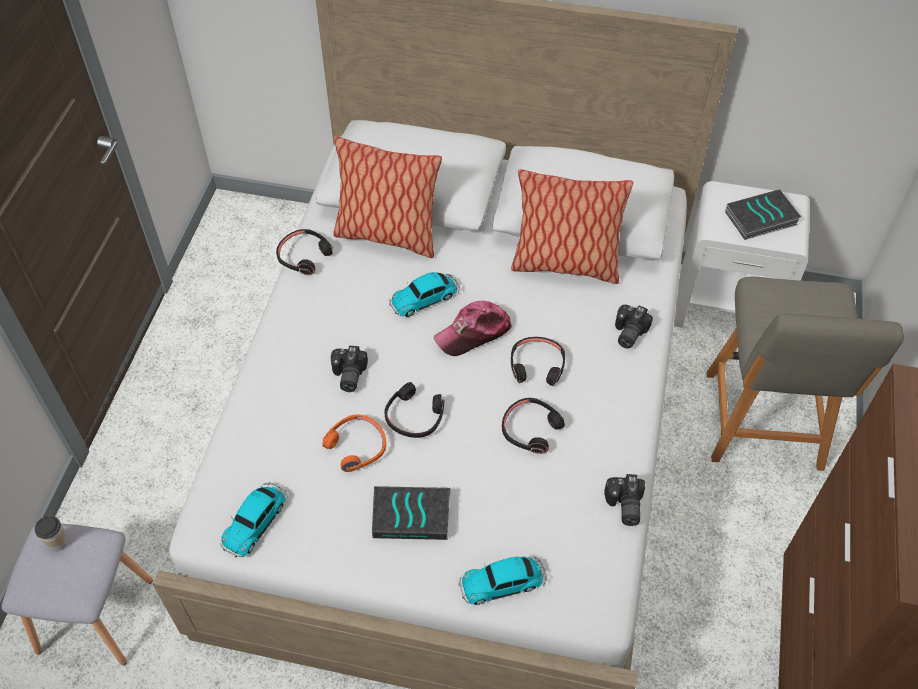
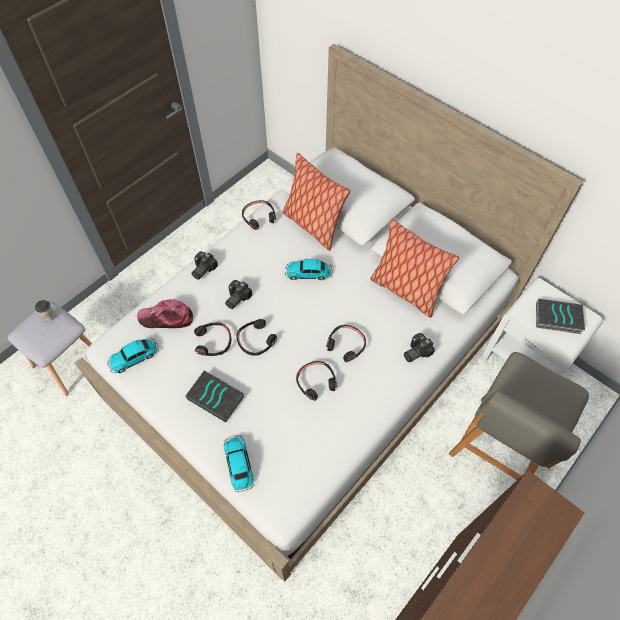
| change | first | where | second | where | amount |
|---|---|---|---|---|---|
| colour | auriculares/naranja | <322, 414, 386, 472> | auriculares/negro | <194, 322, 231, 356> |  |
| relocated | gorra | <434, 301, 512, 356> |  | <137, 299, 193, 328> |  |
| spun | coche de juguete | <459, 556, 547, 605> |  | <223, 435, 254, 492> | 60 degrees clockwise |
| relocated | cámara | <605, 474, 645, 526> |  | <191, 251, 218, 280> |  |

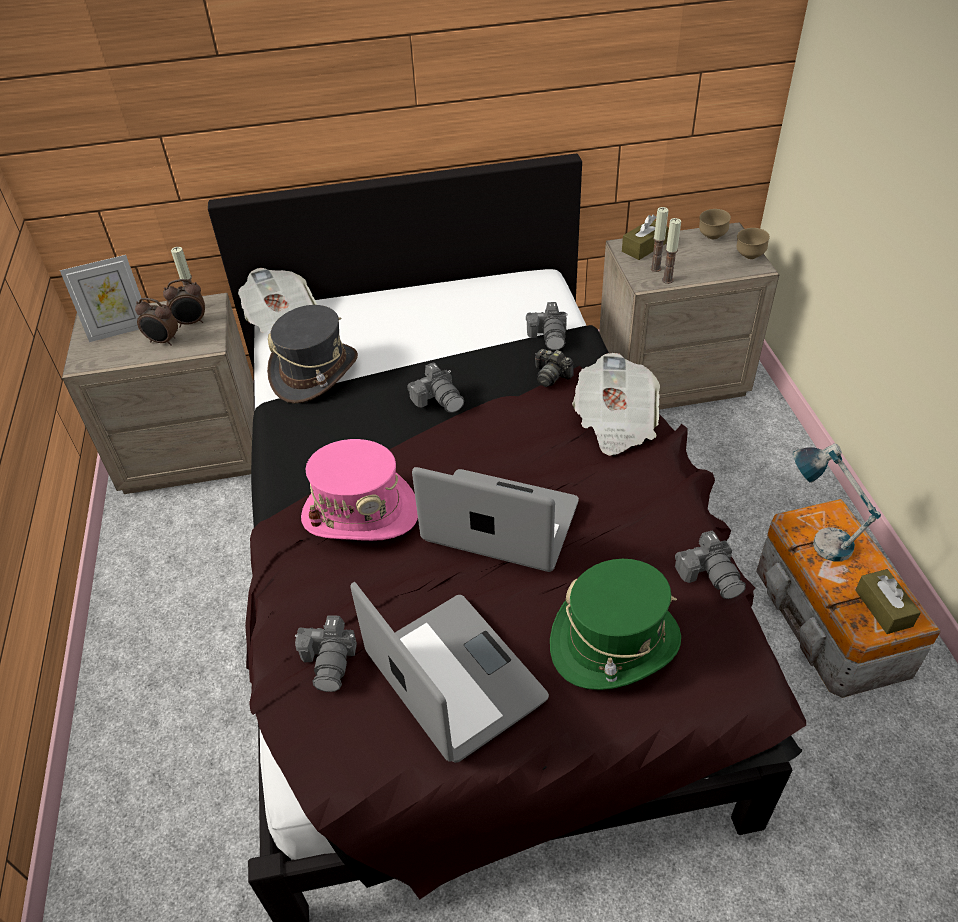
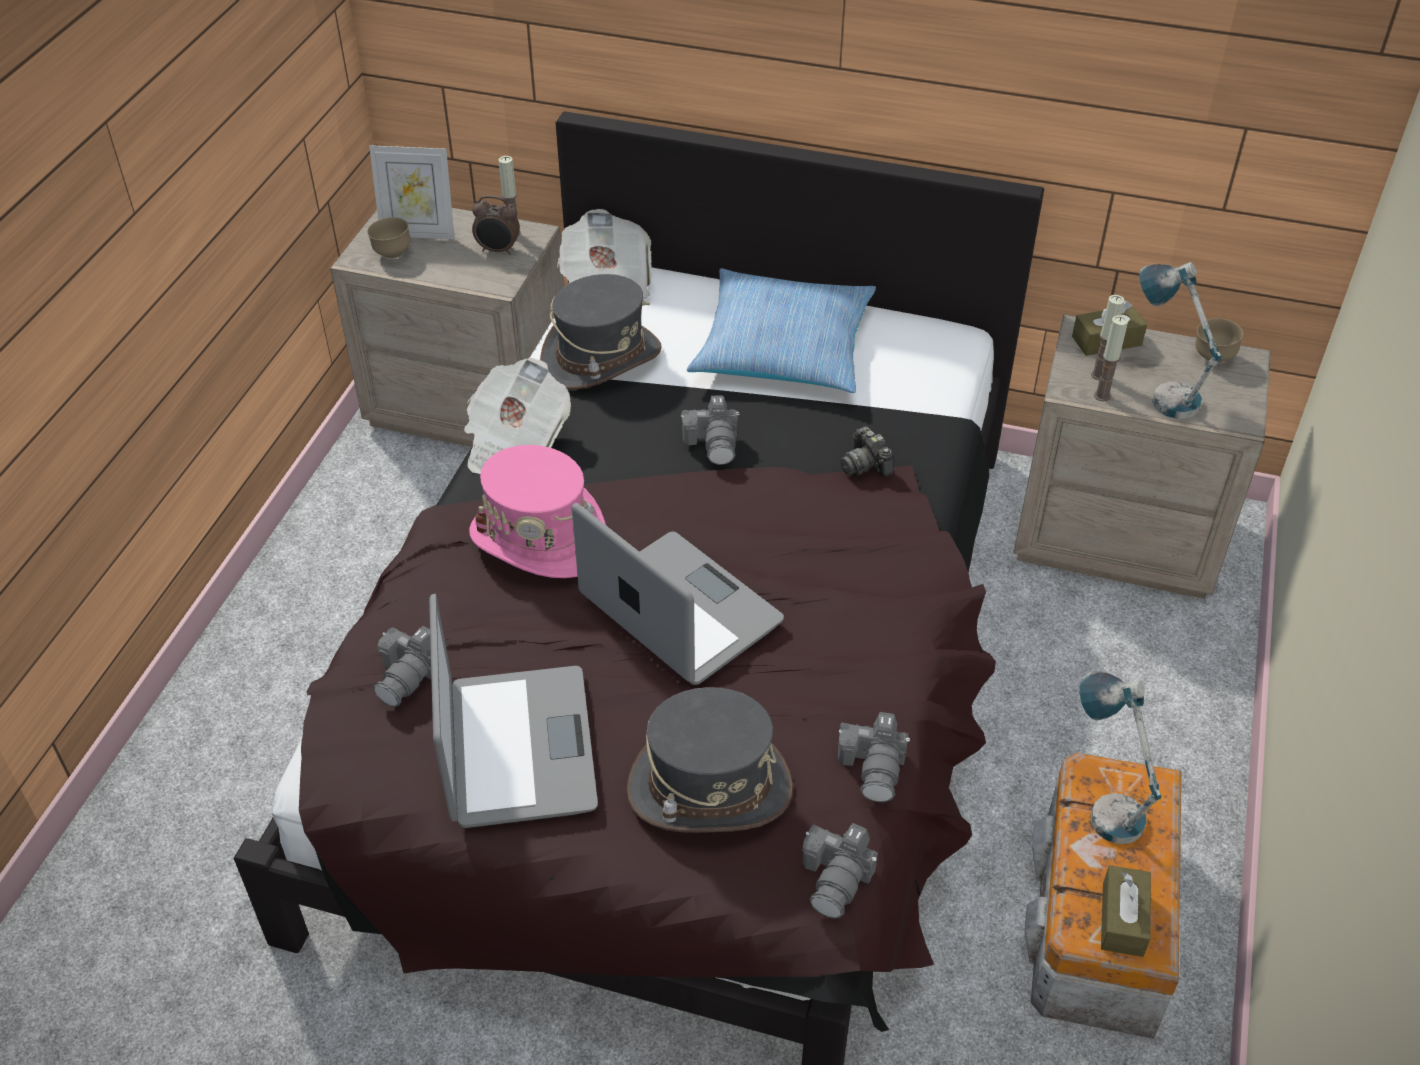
| change | first | where | second | where | amount |
|---|---|---|---|---|---|
| missing | despertador | <135, 298, 178, 346> |  |  |  |
| relocated | cámara | <526, 302, 568, 350> |  | <802, 823, 878, 918> |  |
| colour | sombrero/verde | <550, 559, 681, 690> | sombrero/gris | <626, 687, 793, 833> |  |
| relocated | periódico | <572, 353, 660, 456> |  | <464, 358, 571, 474> |  |
| relocated | cuenco/marrón | <737, 228, 770, 259> |  | <367, 217, 411, 258> |  |
| appeared |  |  | cojín | <687, 268, 876, 393> |  |
| appeared |  |  | lámpara de mesa | <1139, 262, 1221, 419> |  |

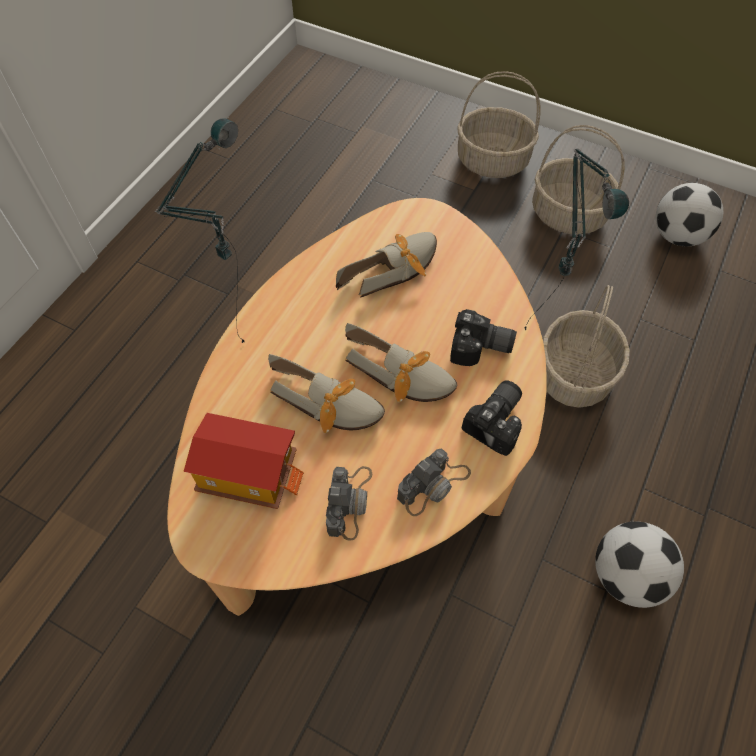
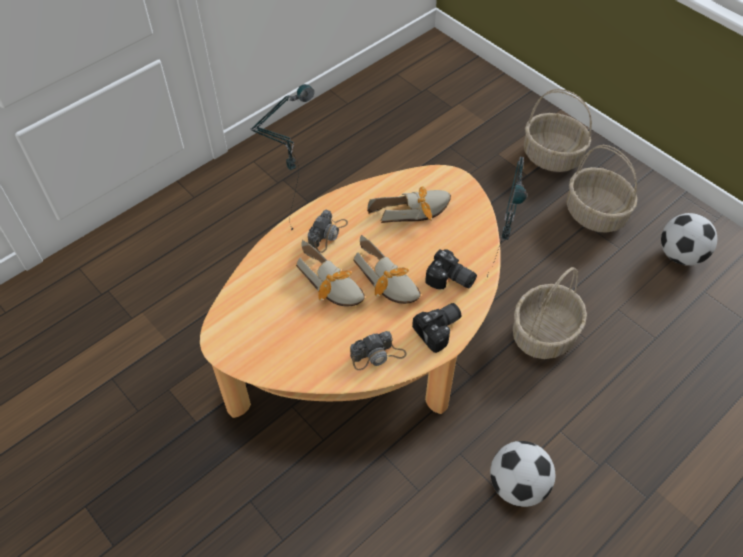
| change | first | where | second | where | amount |
|---|---|---|---|---|---|
| missing | casita | <183, 413, 304, 509> |  |  |  |
| relocated | cámara | <326, 466, 372, 541> |  | <308, 210, 348, 253> |  |

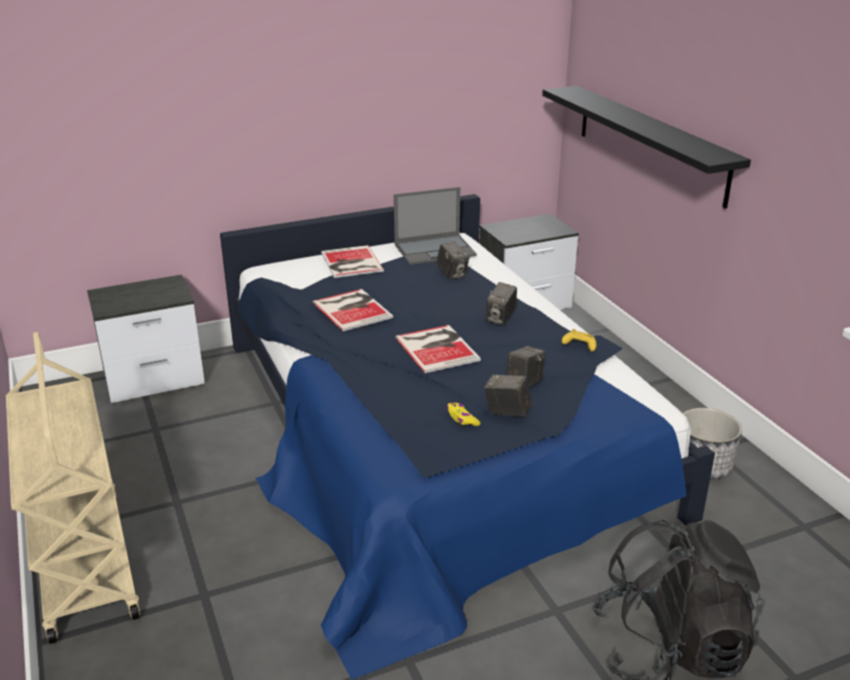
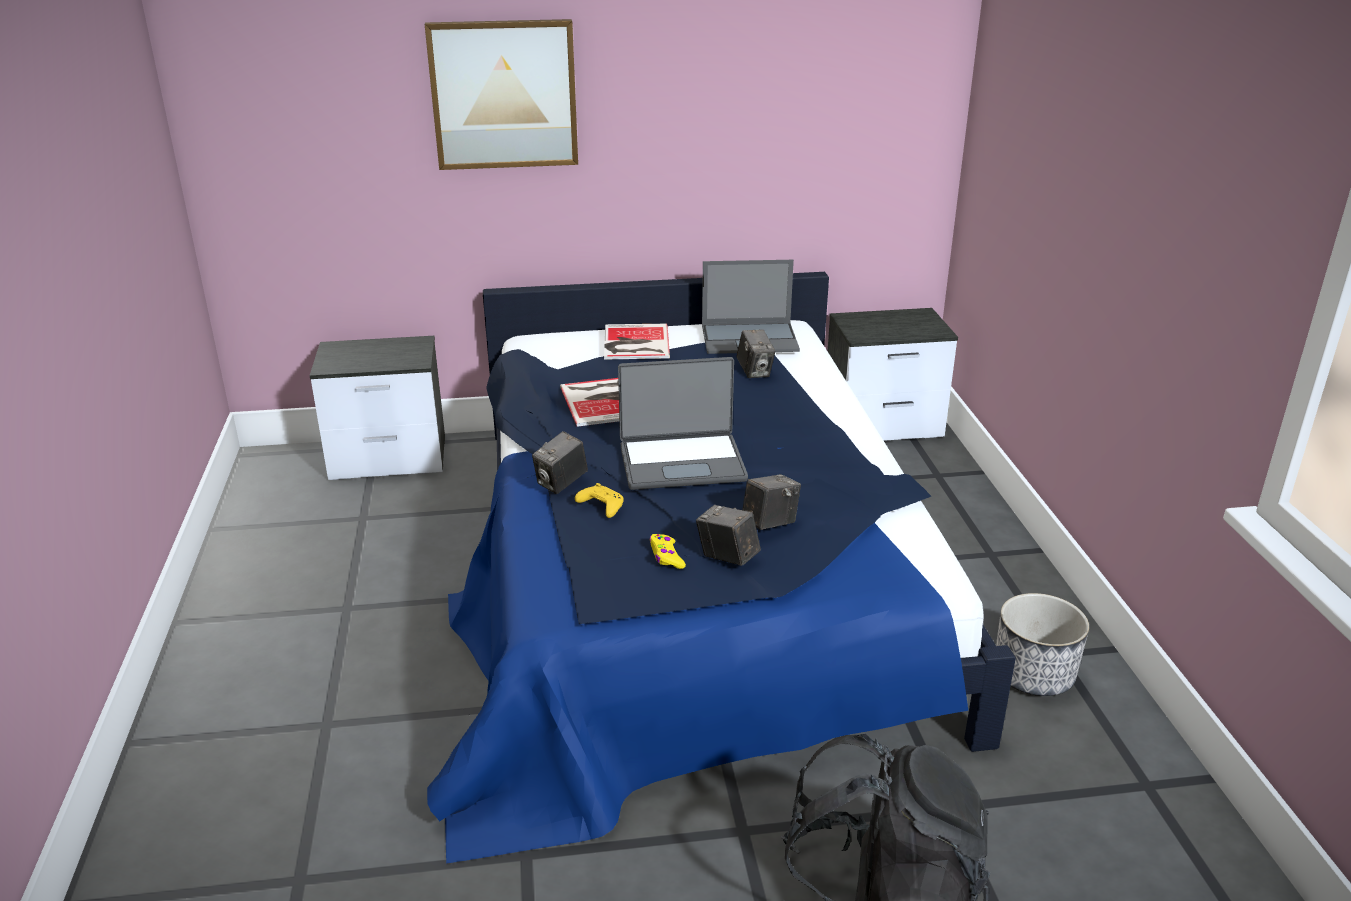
| change | first | where | second | where | amount |
|---|---|---|---|---|---|
| missing | carrito/beis | <6, 332, 140, 644> |  |  |  |
| exchanged | libro | <395, 325, 481, 373> | portátil | <618, 357, 748, 490> |  |
| relocated | cámara | <486, 282, 517, 326> |  | <532, 431, 588, 494> |  |
| missing | estante/negro | <542, 86, 751, 209> |  |  |  |
| relocated | mando de consola/amarillo | <562, 329, 596, 351> |  | <575, 483, 624, 518> |  |
| appeared |  |  | cuadro | <425, 19, 578, 170> |  |

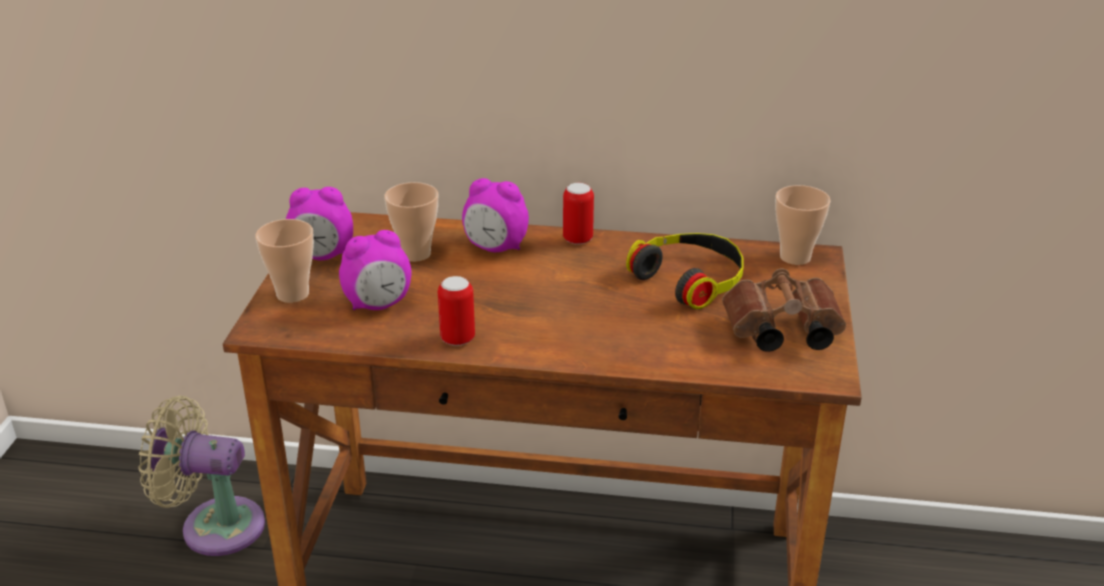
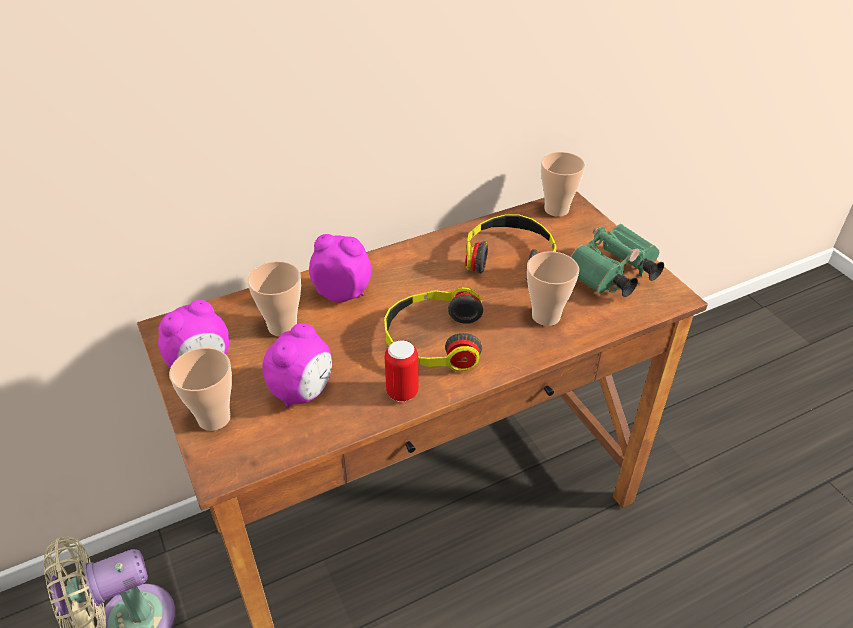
| change | first | where | second | where | amount |
|---|---|---|---|---|---|
| spun | despertador | <462, 178, 529, 252> |  | <309, 234, 372, 303> | 150 degrees counterclockwise |
| missing | lata | <563, 183, 594, 245> |  |  |  |
| colour | prismáticos/marrón | <722, 268, 846, 352> | prismáticos/verde | <570, 224, 664, 297> |  |
| appeared |  |  | auriculares | <384, 287, 483, 372> |  |
| appeared |  |  | taza | <527, 251, 579, 326> |  |

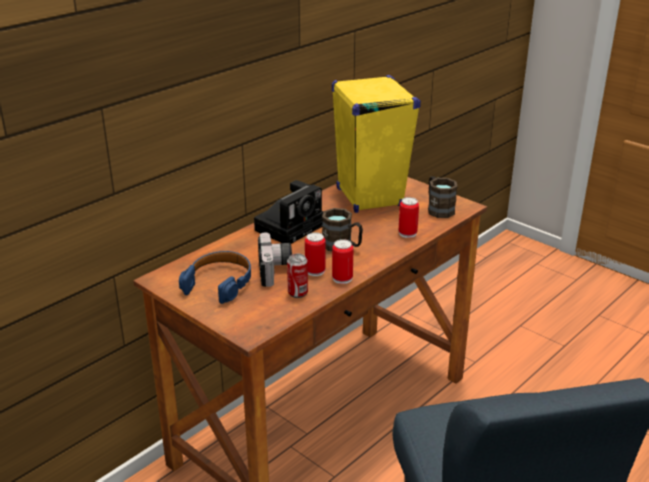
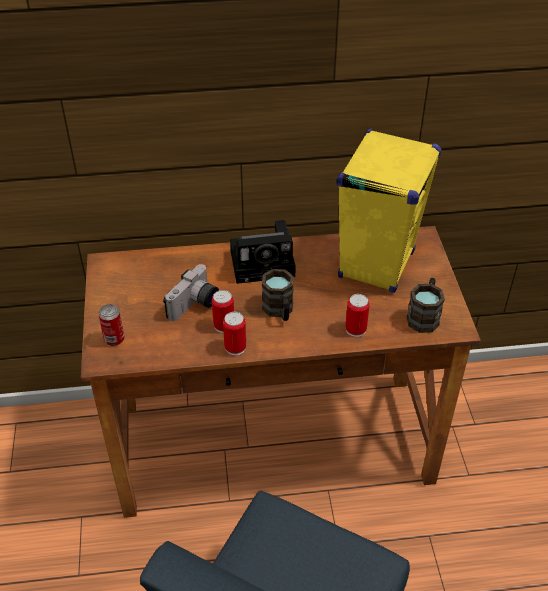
| change | first | where | second | where | amount |
|---|---|---|---|---|---|
| missing | auriculares/azul | <179, 251, 251, 304> |  |  |  |
| relocated | lata | <287, 253, 308, 298> |  | <98, 304, 124, 346> |  |

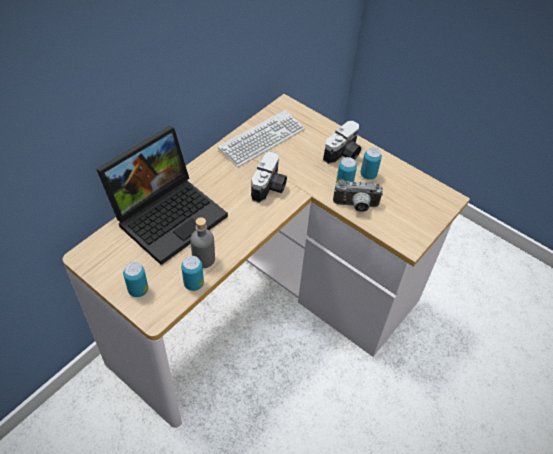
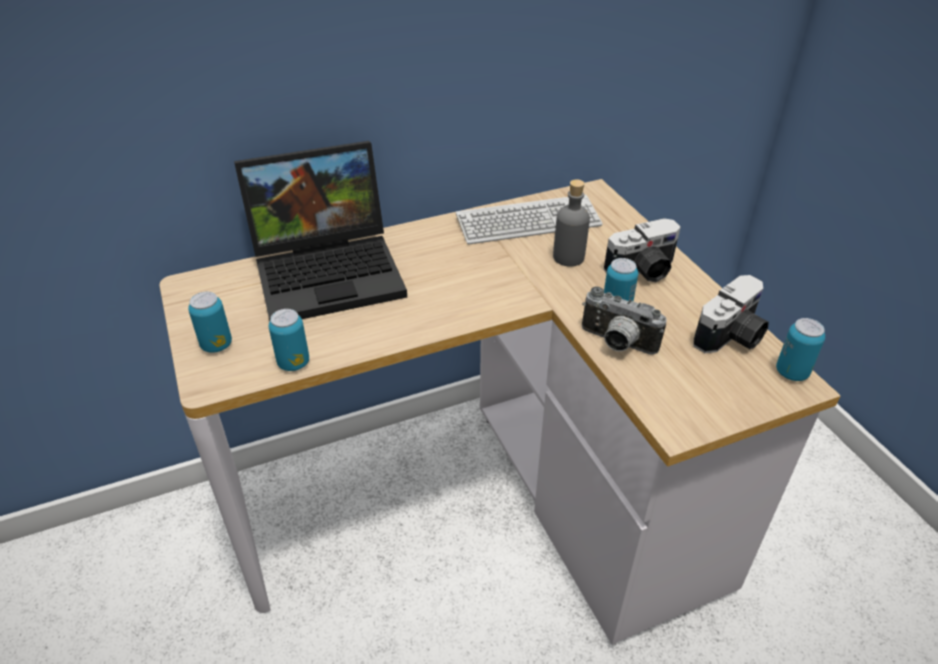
| change | first | where | second | where | amount |
|---|---|---|---|---|---|
| relocated | botella/gris | <190, 217, 215, 268> |  | <553, 179, 590, 267> |  |
| relocated | cámara | <251, 151, 287, 203> |  | <693, 275, 769, 353> |  |
| relocated | lata | <360, 147, 382, 180> |  | <776, 318, 825, 381> |  |

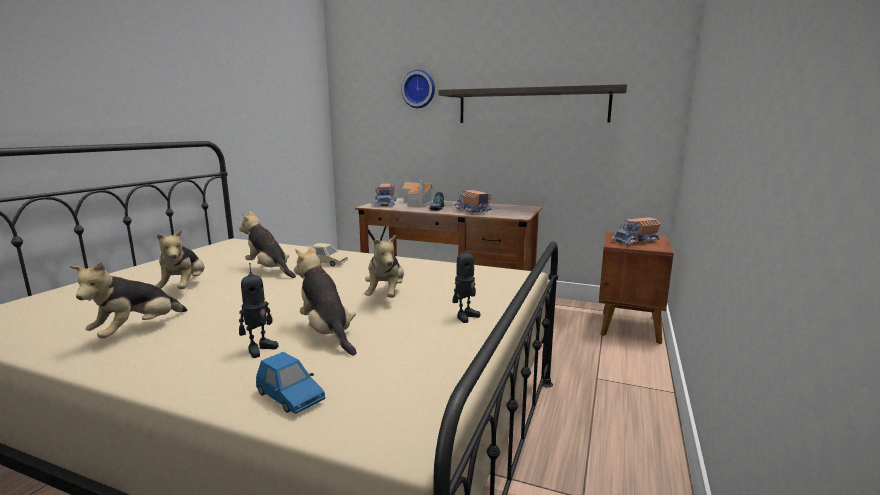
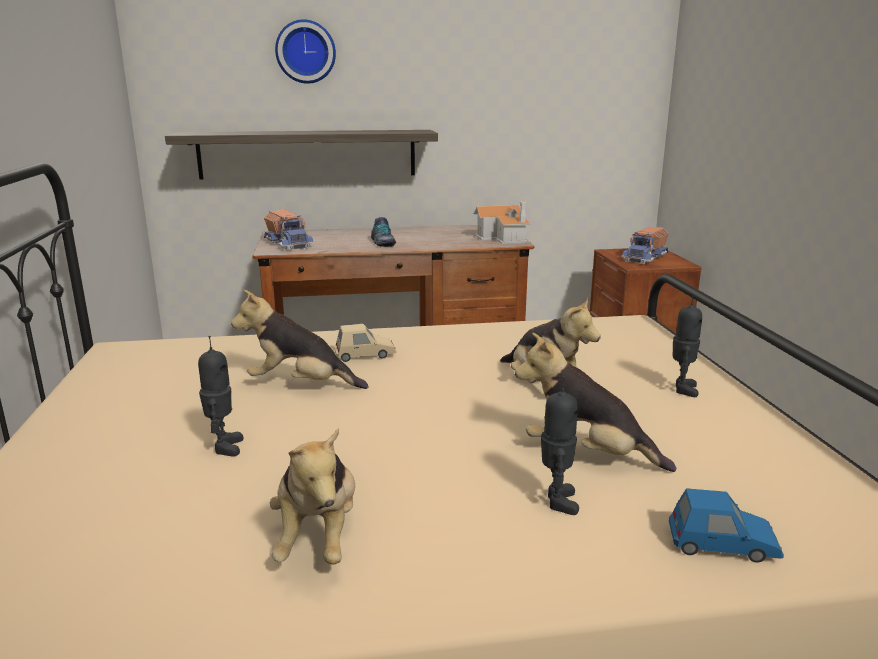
| change | first | where | second | where | amount |
|---|---|---|---|---|---|
| exchanged | peluche | <155, 229, 204, 289> | robot de juguete | <198, 336, 243, 456> |  |
| relocated | casita | <403, 180, 434, 206> |  | <473, 201, 531, 244> |  |
| relocated | estante | <439, 84, 627, 123> |  | <165, 130, 438, 179> |  |
| missing | camión de juguete | <454, 190, 491, 214> |  |  |  |

